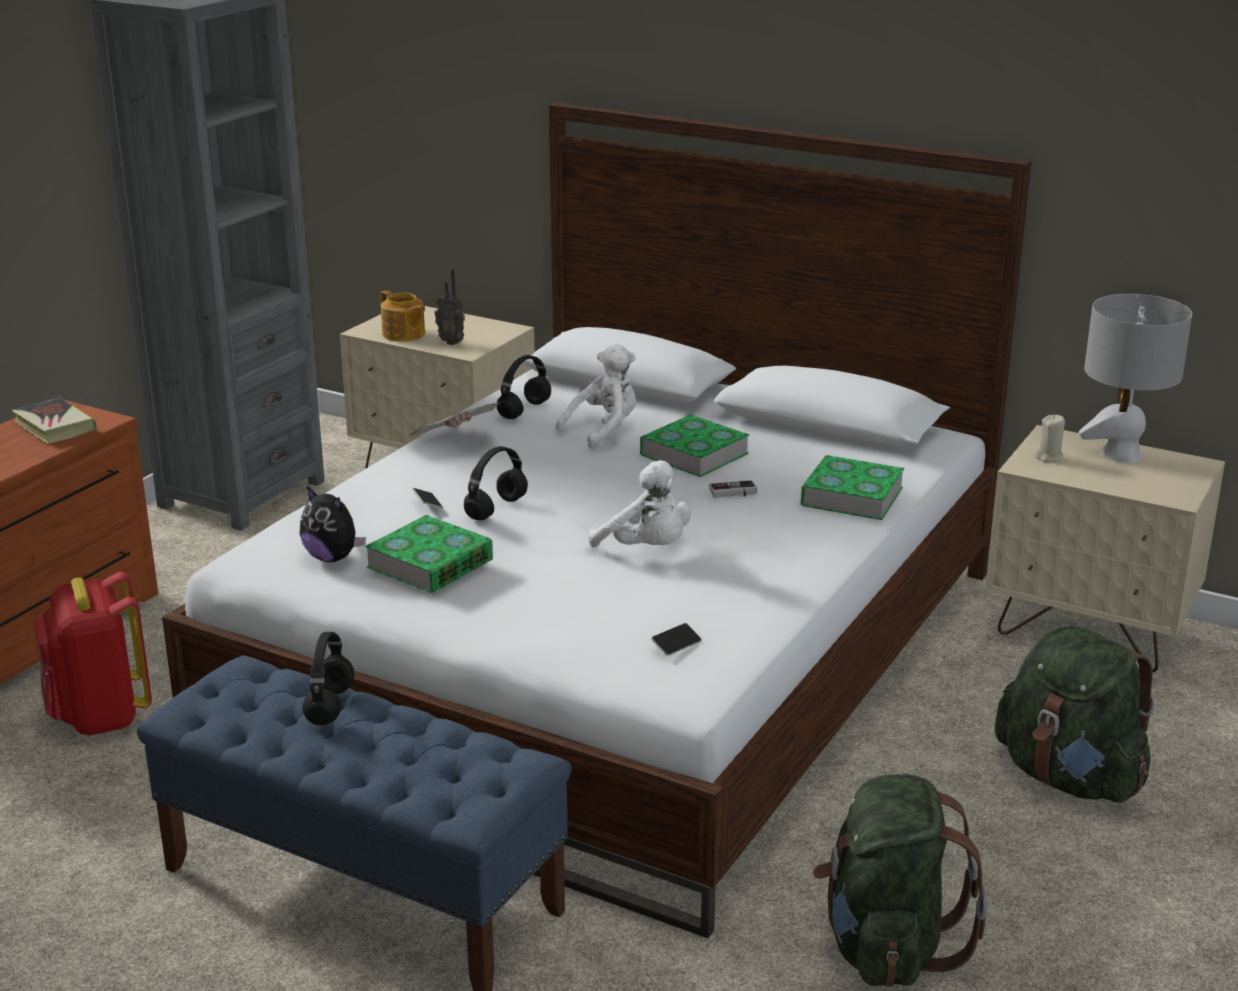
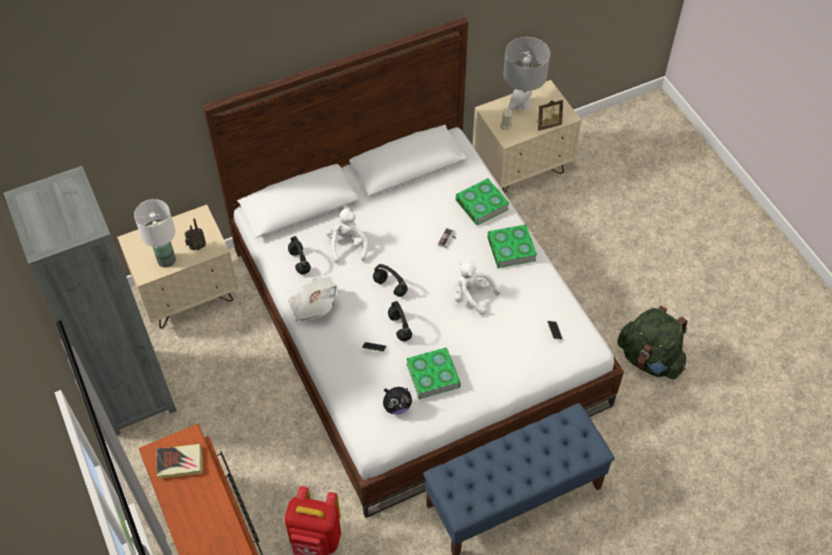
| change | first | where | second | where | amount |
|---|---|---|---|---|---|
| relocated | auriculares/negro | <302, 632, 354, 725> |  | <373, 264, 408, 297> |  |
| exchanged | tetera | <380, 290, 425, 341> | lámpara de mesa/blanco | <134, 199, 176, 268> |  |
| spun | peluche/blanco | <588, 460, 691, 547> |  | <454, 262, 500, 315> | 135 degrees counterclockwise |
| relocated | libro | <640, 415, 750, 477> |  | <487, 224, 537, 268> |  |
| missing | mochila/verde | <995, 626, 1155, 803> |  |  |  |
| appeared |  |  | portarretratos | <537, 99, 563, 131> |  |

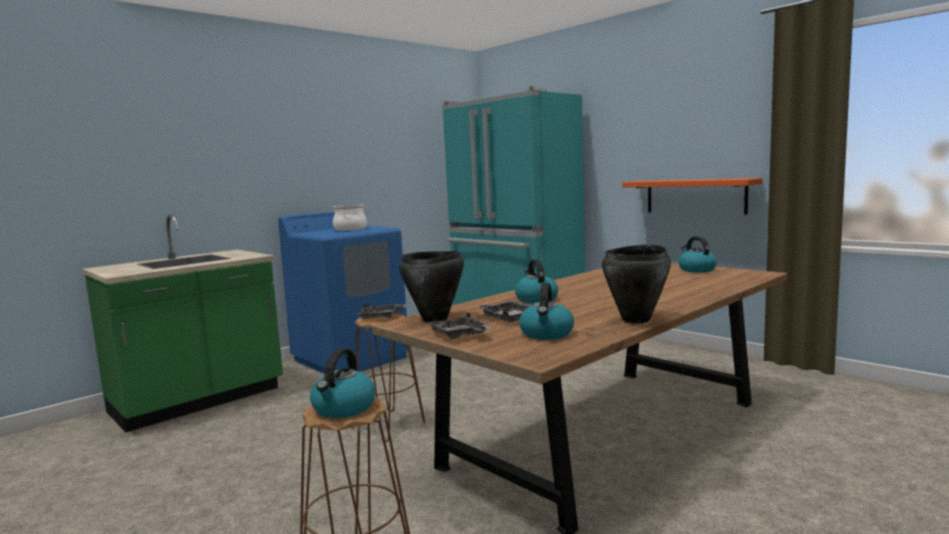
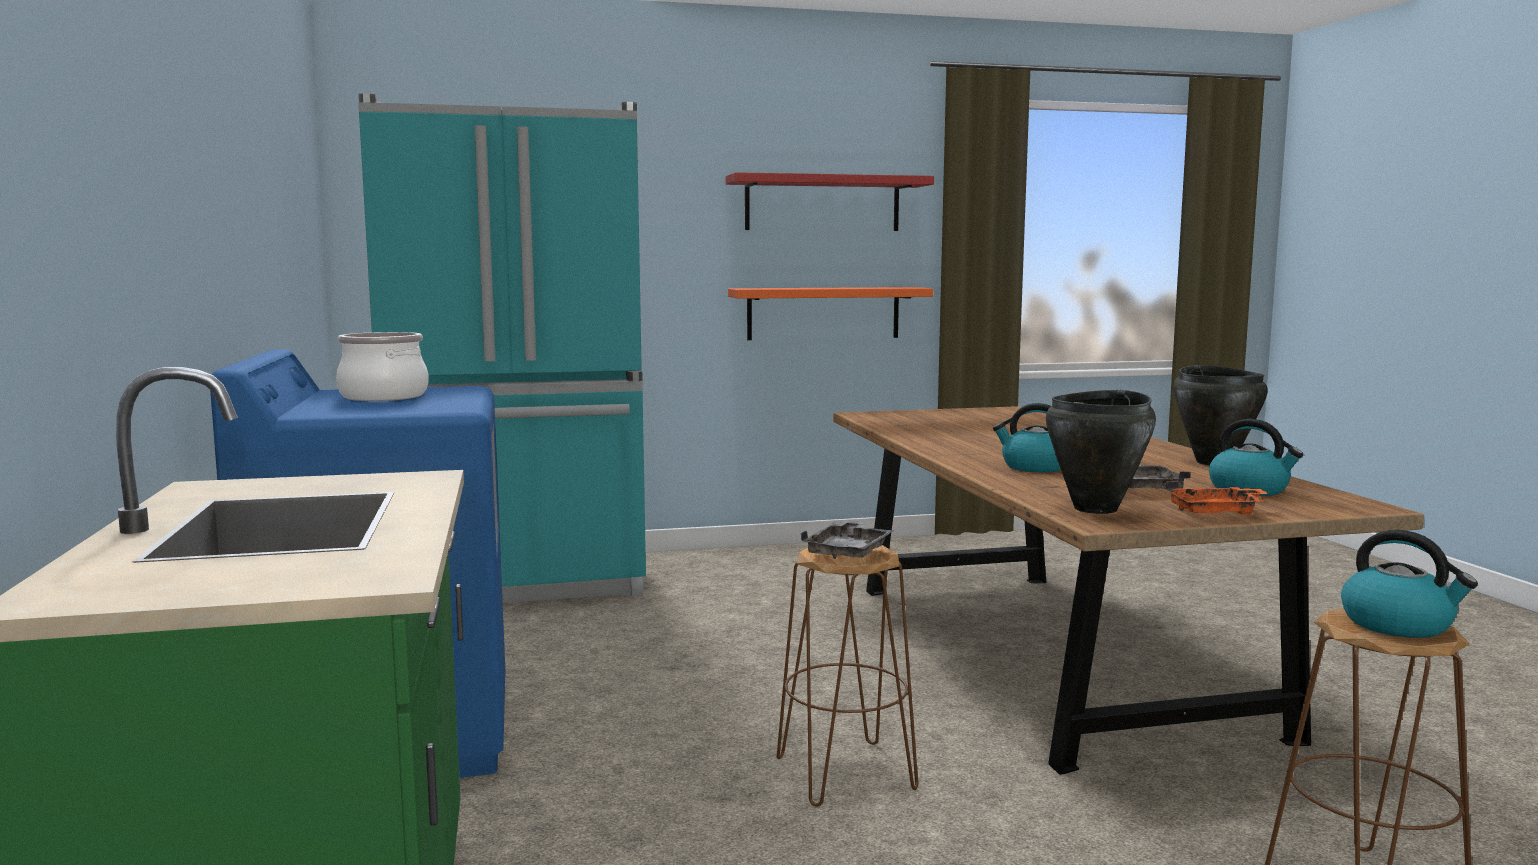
| change | first | where | second | where | amount |
|---|---|---|---|---|---|
| colour | bandeja/gris | <427, 312, 491, 339> | bandeja/naranja | <1165, 481, 1268, 515> |  |
| missing | hervidor | <679, 236, 717, 273> |  |  |  |
| appeared |  |  | estante/rojo | <725, 172, 934, 231> |  |

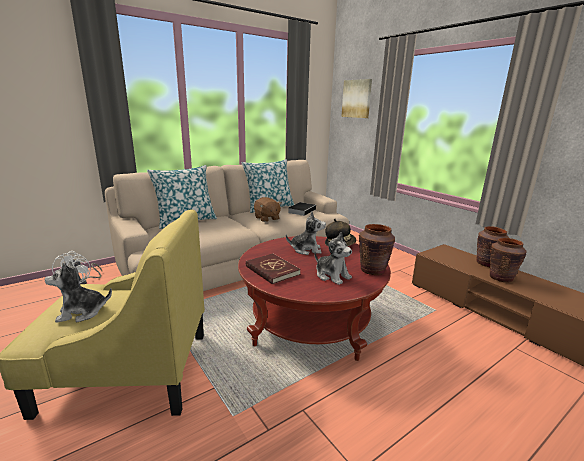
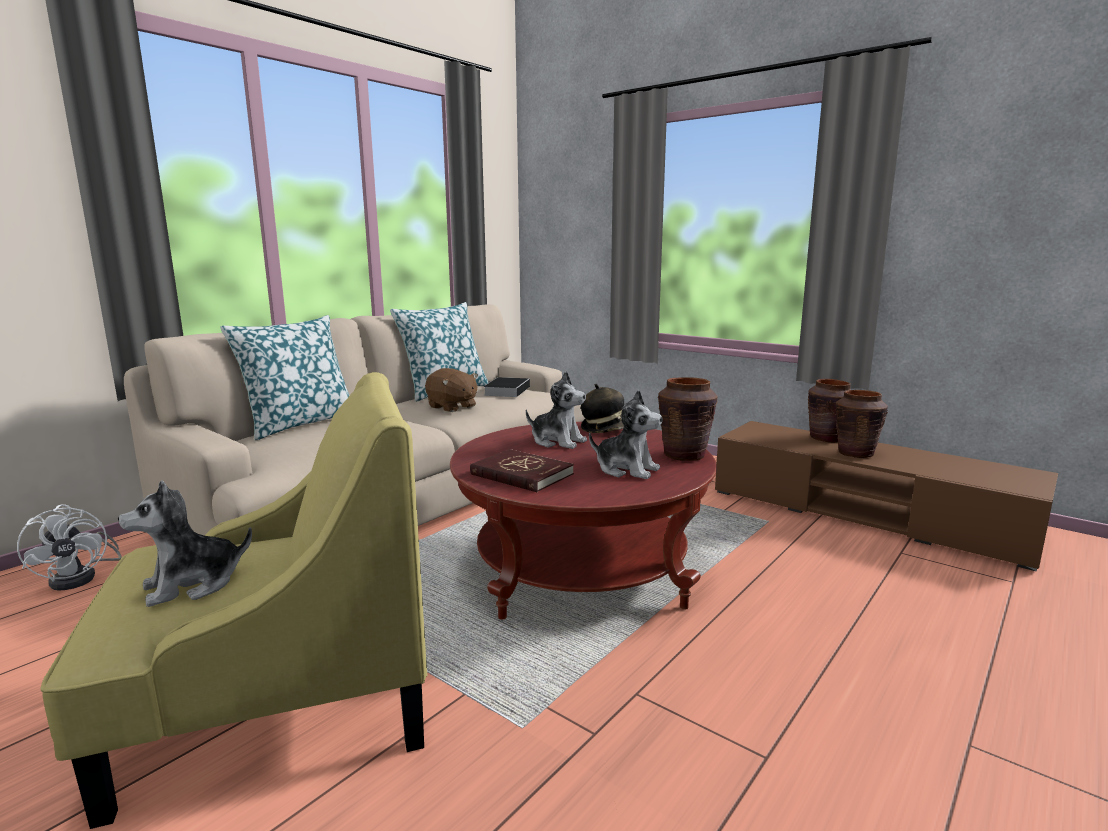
| change | first | where | second | where | amount |
|---|---|---|---|---|---|
| spun | peluche | <286, 211, 326, 255> |  | <526, 372, 587, 449> | 45 degrees clockwise |
| missing | cuadro | <341, 79, 372, 118> |  |  |  |

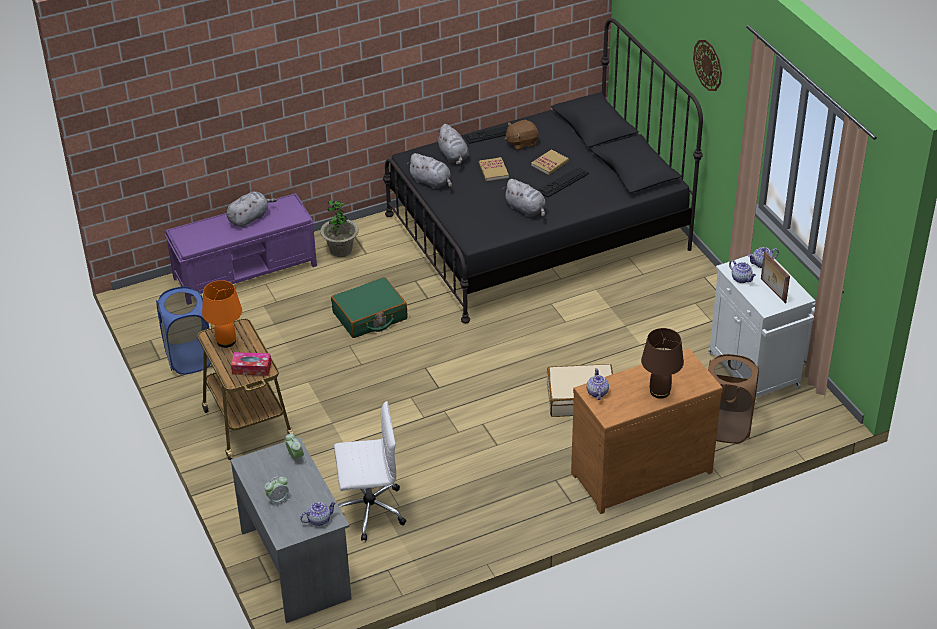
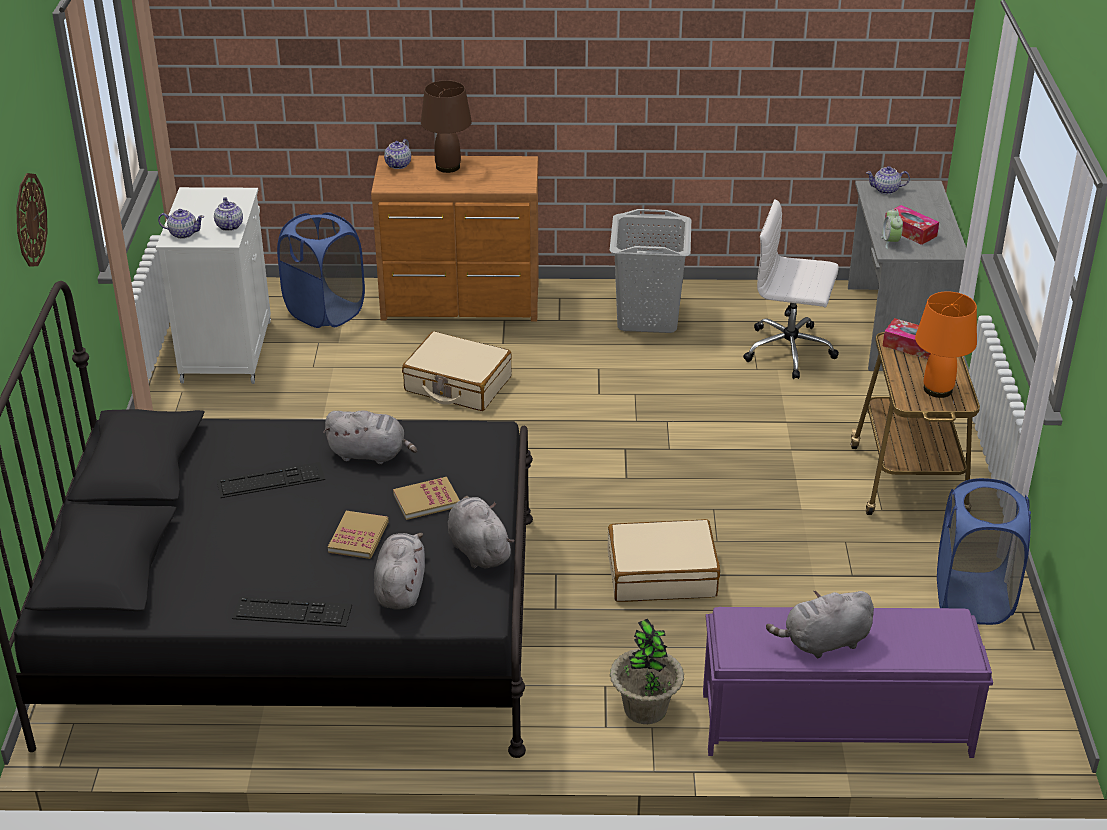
| change | first | where | second | where | amount |
|---|---|---|---|---|---|
| missing | despertador | <264, 477, 290, 508> |  |  |  |
| colour | maleta/verde | <331, 277, 408, 338> | maleta/beis | <607, 519, 720, 602> |  |
| spun | peluche/gris | <503, 179, 546, 217> |  | <323, 411, 417, 464> | 120 degrees clockwise |
| missing | peluche/marrón | <505, 120, 539, 151> |  |  |  |
| relocated | libro | <531, 150, 569, 175> |  | <393, 477, 460, 520> |  |
| relocated | tetera | <587, 368, 609, 400> |  | <384, 139, 411, 169> |  |
| colour | cesto de la ropa/marrón | <708, 354, 759, 444> | cesto de la ropa/azul | <277, 212, 365, 328> |  |
| missing | portarretratos | <761, 251, 790, 304> |  |  |  |
| appeared |  |  | cesto de la ropa/gris | <610, 209, 691, 333> |  |
| appeared |  |  | caja de pañuelos | <885, 205, 939, 245> |  |

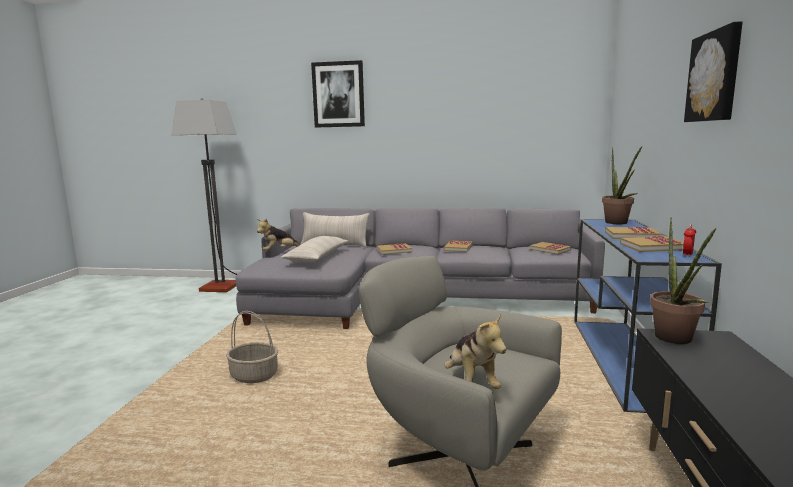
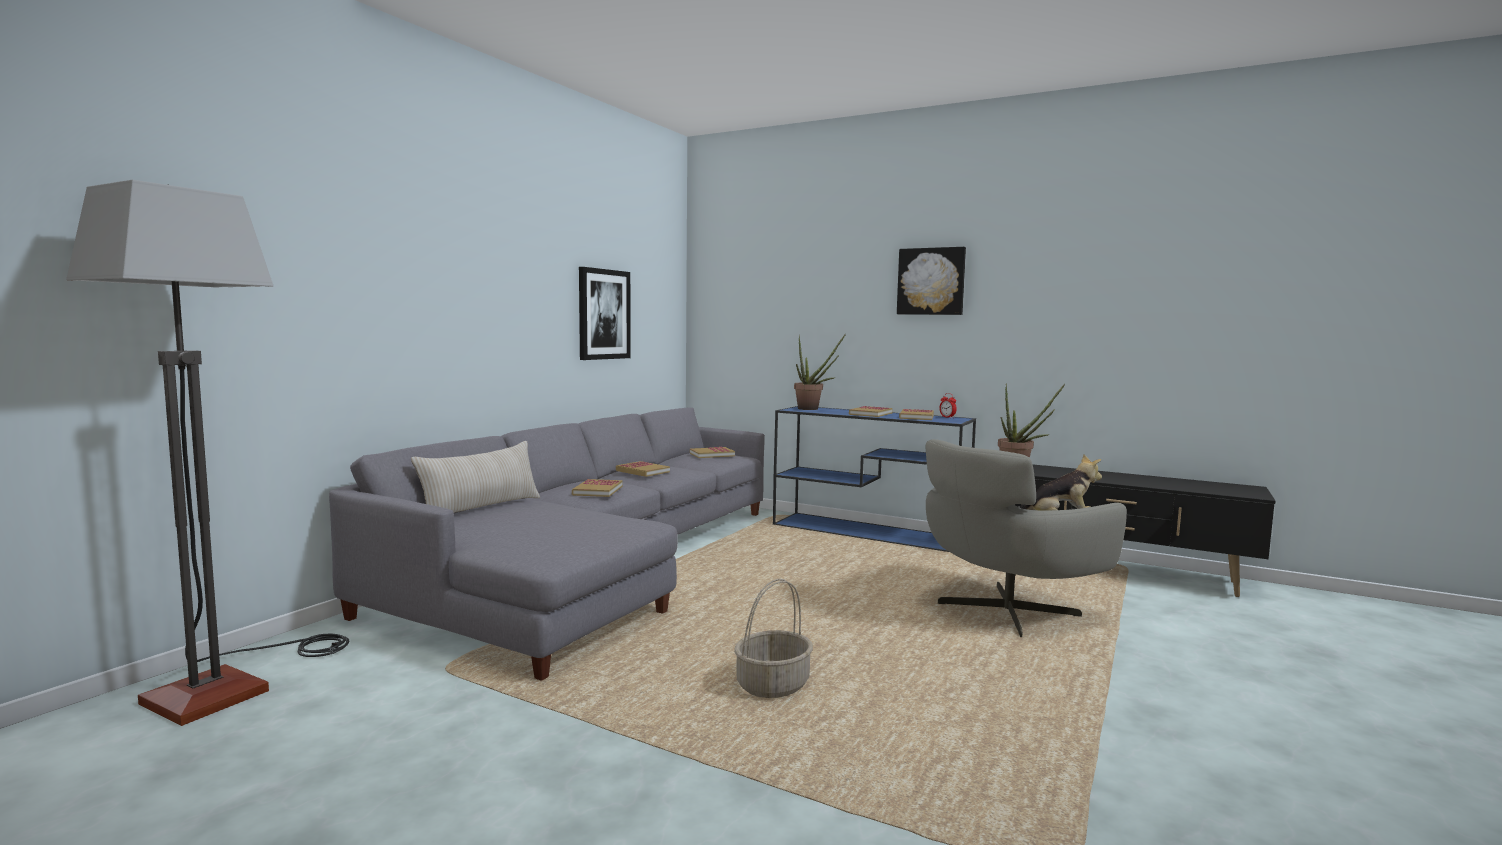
| change | first | where | second | where | amount |
|---|---|---|---|---|---|
| missing | peluche | <257, 218, 300, 250> |  |  |  |
| missing | cojín/beis | <281, 236, 349, 263> |  |  |  |
| relocated | cuadro | <311, 60, 365, 128> |  | <579, 267, 631, 360> |  |

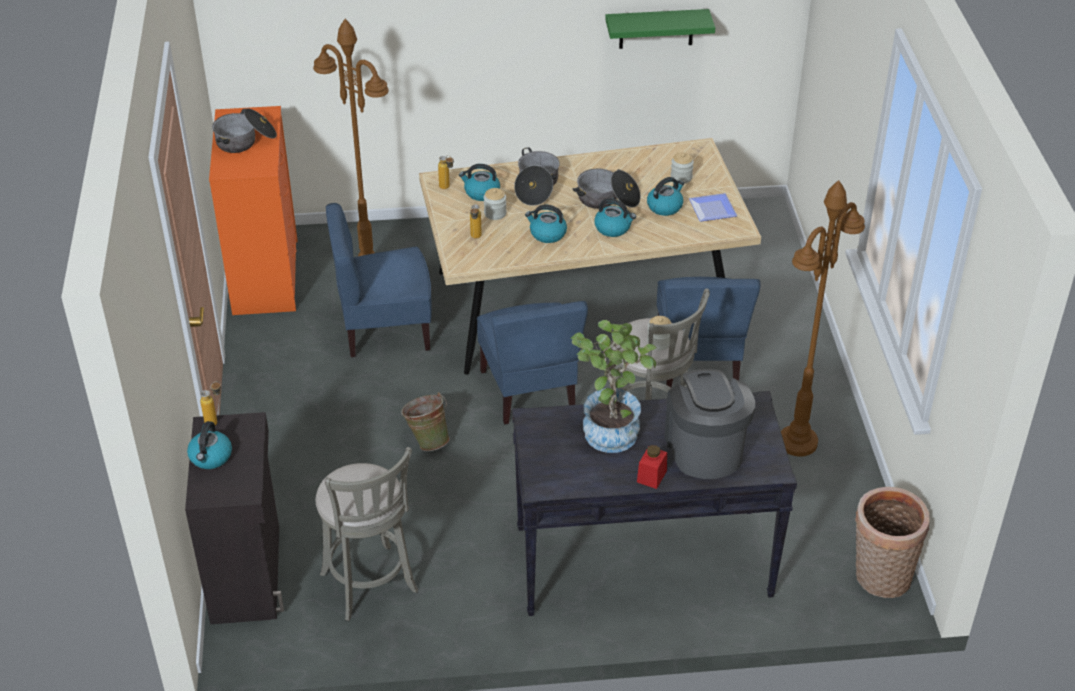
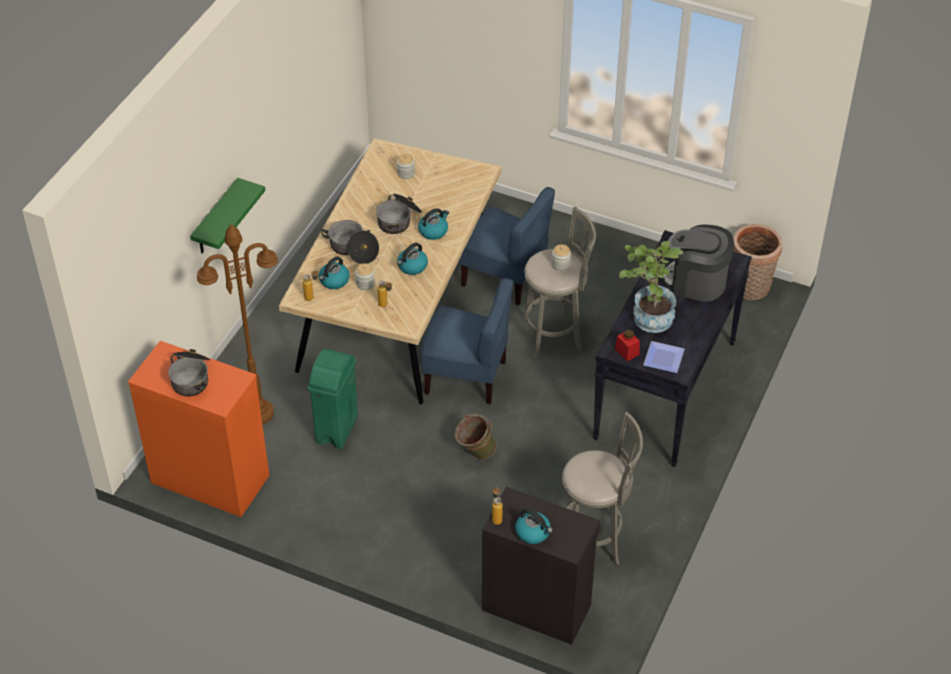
| change | first | where | second | where | amount |
|---|---|---|---|---|---|
| exchanged | silla/azul | <326, 203, 432, 357> | papelera/verde | <308, 349, 358, 449> |  |
| relocated | estante/verde | <605, 9, 715, 49> |  | <190, 178, 265, 253> |  |
| relocated | tarro/rojo | <637, 445, 667, 489> |  | <615, 330, 640, 361> |  |
| missing | hervidor | <647, 177, 685, 216> |  |  |  |
| relocated | plato | <689, 193, 737, 222> |  | <643, 341, 685, 373> |  |
| missing | lámpara de pie/marrón | <781, 180, 865, 457> |  |  |  |

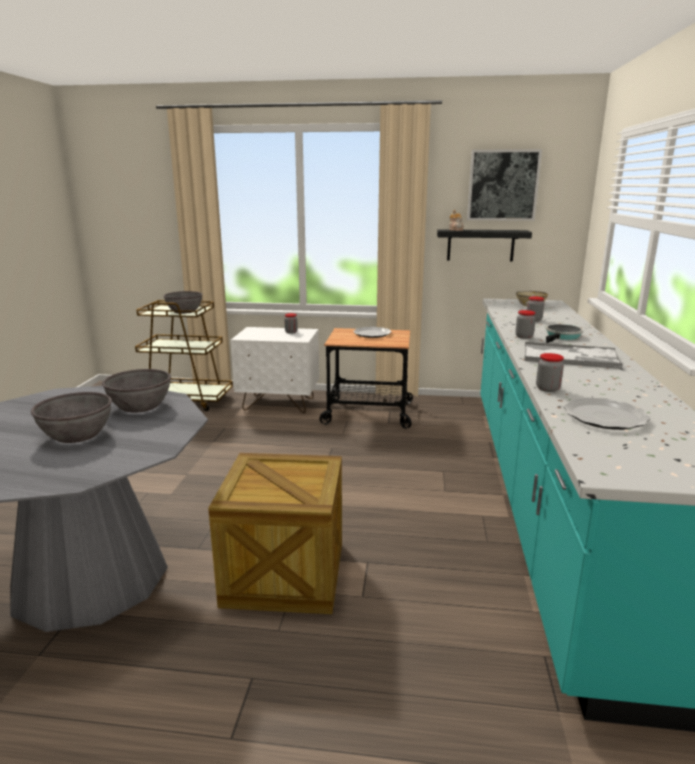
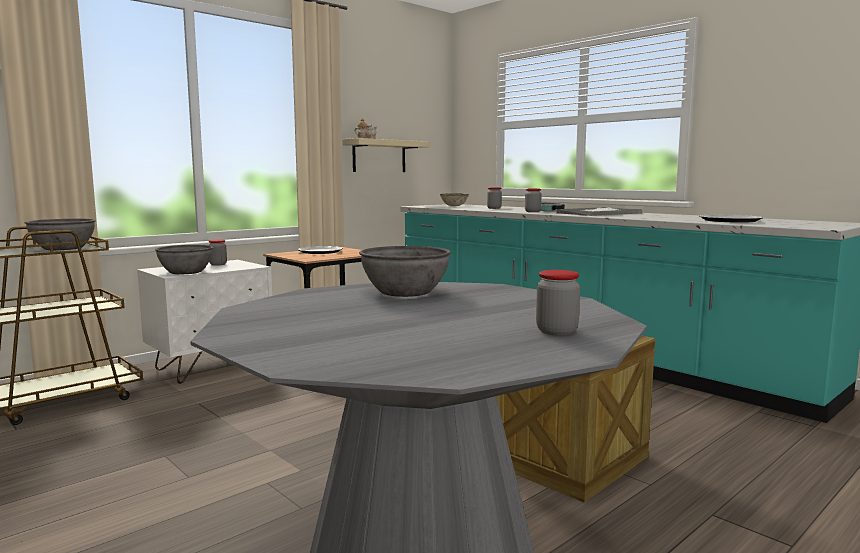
| change | first | where | second | where | amount |
|---|---|---|---|---|---|
| relocated | cuenco/gris | <31, 392, 112, 443> |  | <155, 245, 213, 274> |  |
| colour | estante/negro | <437, 229, 532, 261> | estante/beis | <343, 138, 430, 172> |  |
| missing | cuadro | <467, 149, 542, 221> |  |  |  |
| relocated | tarro | <536, 353, 564, 392> |  | <536, 270, 580, 336> |  |

